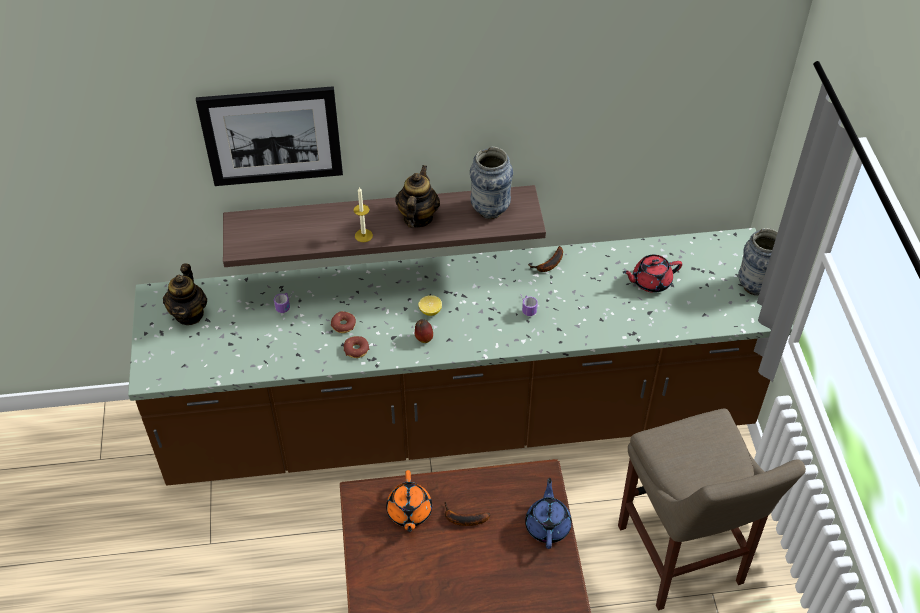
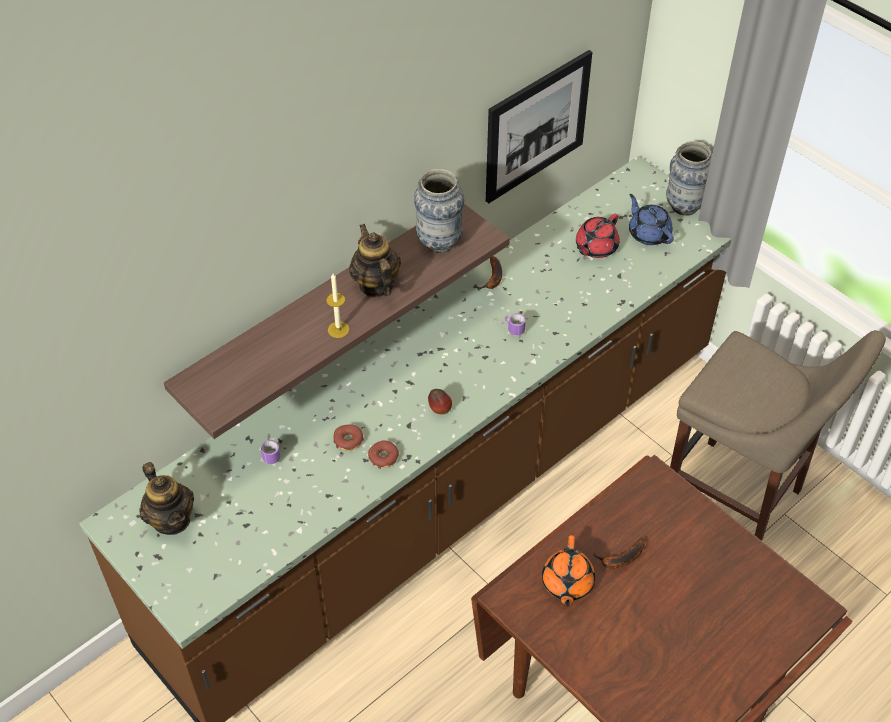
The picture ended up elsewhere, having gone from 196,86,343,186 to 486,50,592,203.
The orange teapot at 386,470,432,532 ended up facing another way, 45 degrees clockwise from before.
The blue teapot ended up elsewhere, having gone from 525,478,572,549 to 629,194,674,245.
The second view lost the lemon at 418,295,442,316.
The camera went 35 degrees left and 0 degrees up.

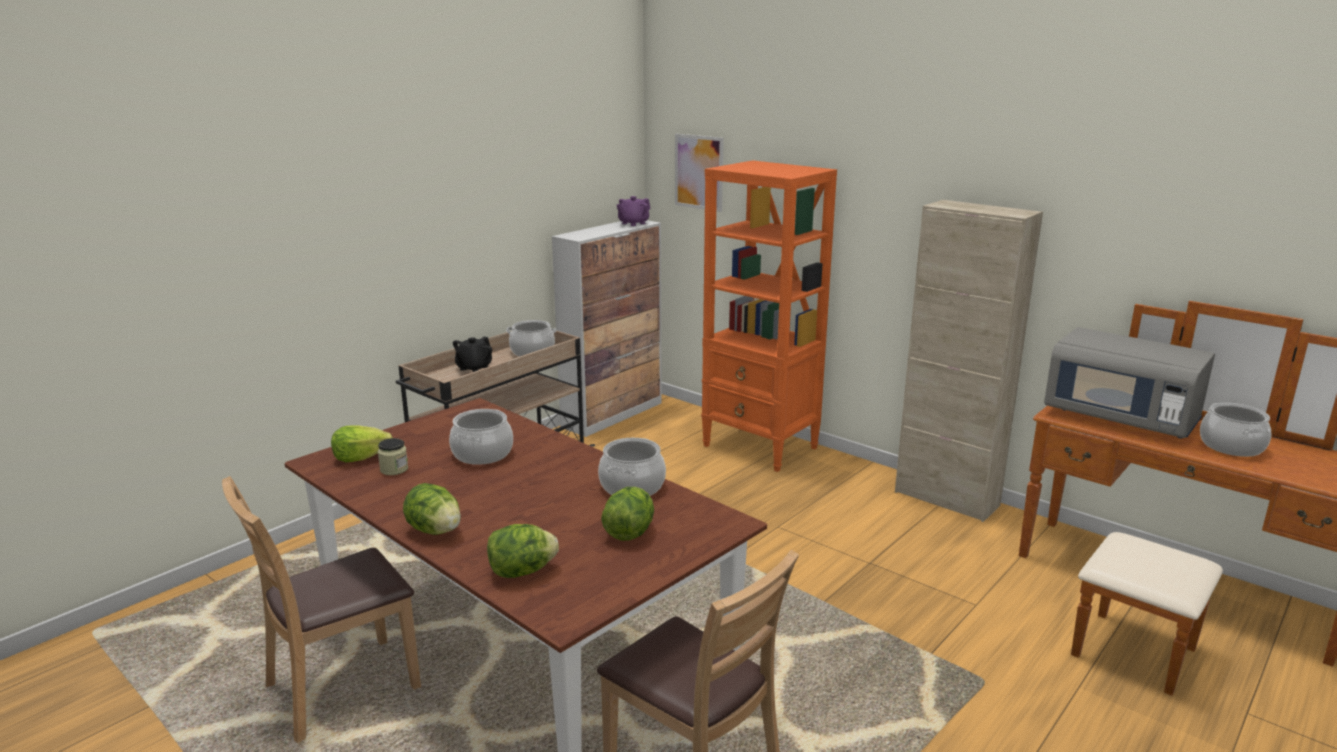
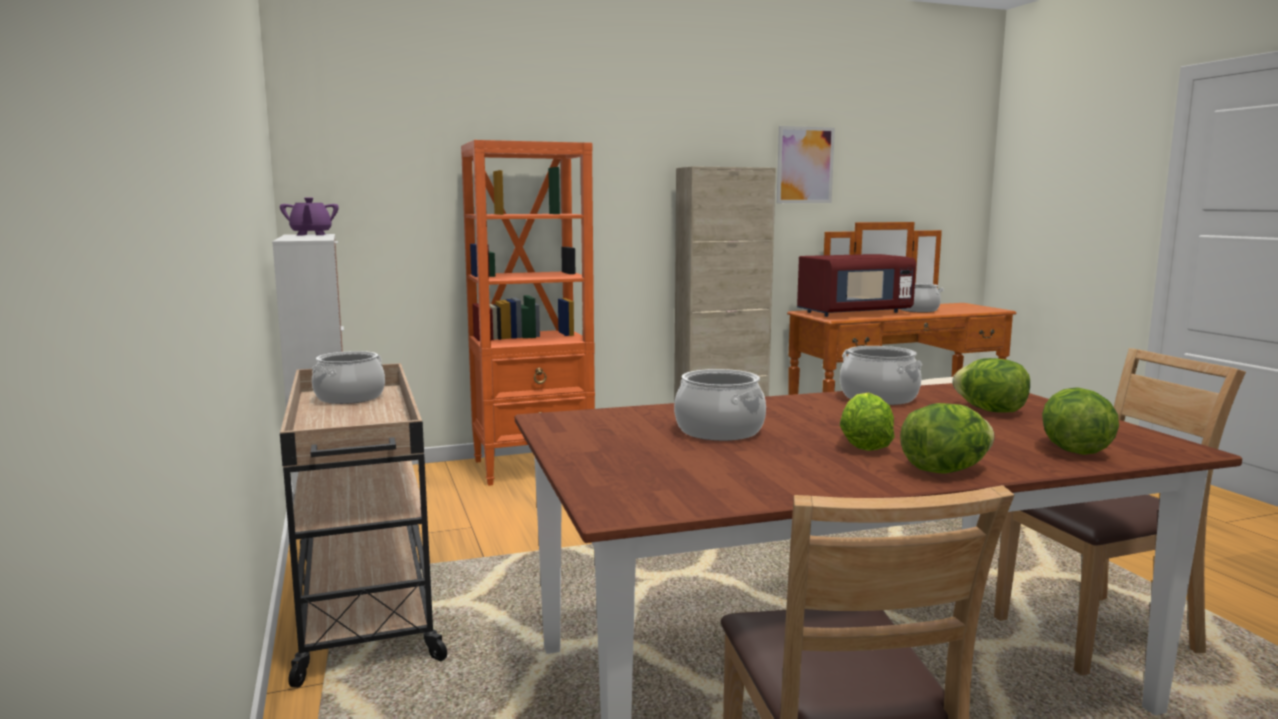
The picture ended up elsewhere, having gone from 675,134,724,212 to 777,126,835,203.
What was the grey microwave at 1044,327,1215,438 turned into the red microwave at 797,254,916,317.
The lettuce ended up elsewhere, having gone from 331,425,393,462 to 840,393,895,451.
The second view lost the jar at 378,438,408,475.
The second view lost the black teapot at 453,337,492,372.
The camera went 60 degrees left and 10 degrees down.

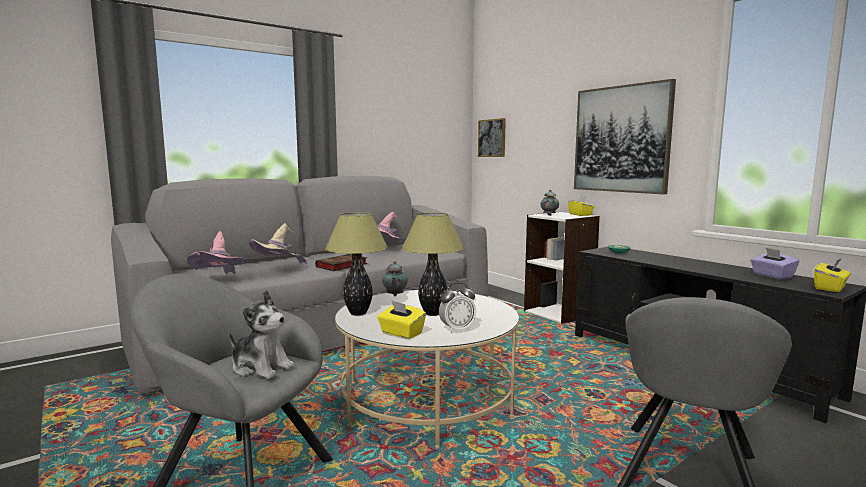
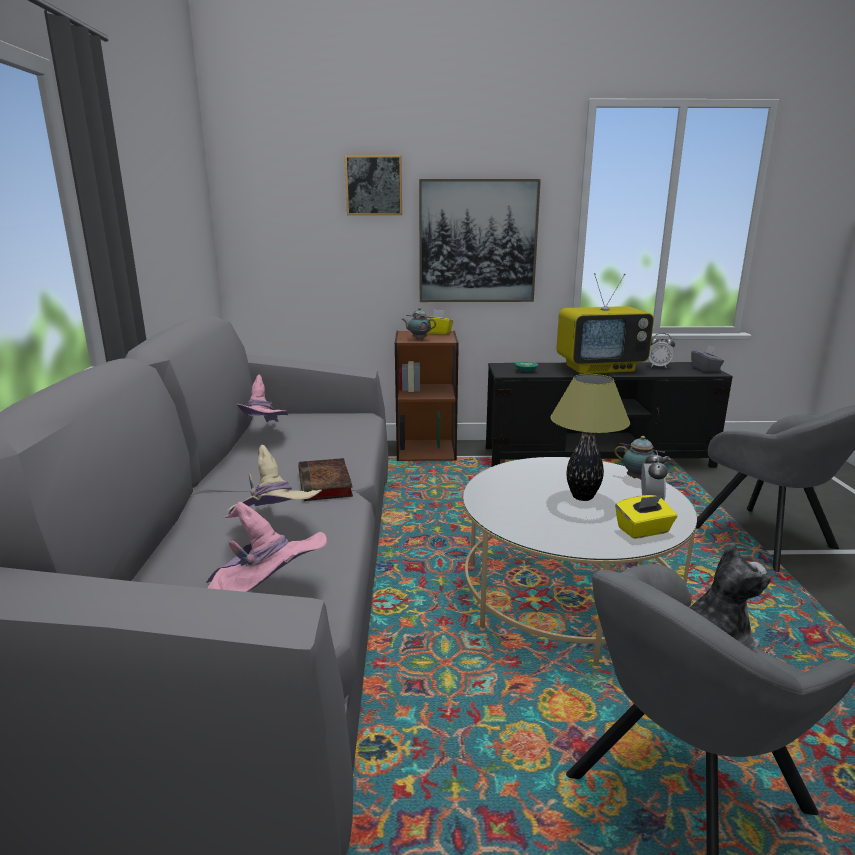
The picture ended up elsewhere, having gone from 478,118,506,157 to 345,155,402,215.
What was the white bookcase at 524,212,600,324 turned into the brown bookcase at 394,331,459,461.
The second view gained the television at 556,273,654,374.
The teapot ended up elsewhere, having gone from 383,261,408,296 to 614,436,671,480.
Where the purple tissue box stood at 750,248,799,279, the alarm clock came to stand at 648,333,675,368.
What was the yellow tissue box at 814,258,851,292 turned into the grey tissue box at 691,345,724,372.
The second view lost the table lamp at 325,212,388,316.
The camera went 55 degrees left and 10 degrees up.

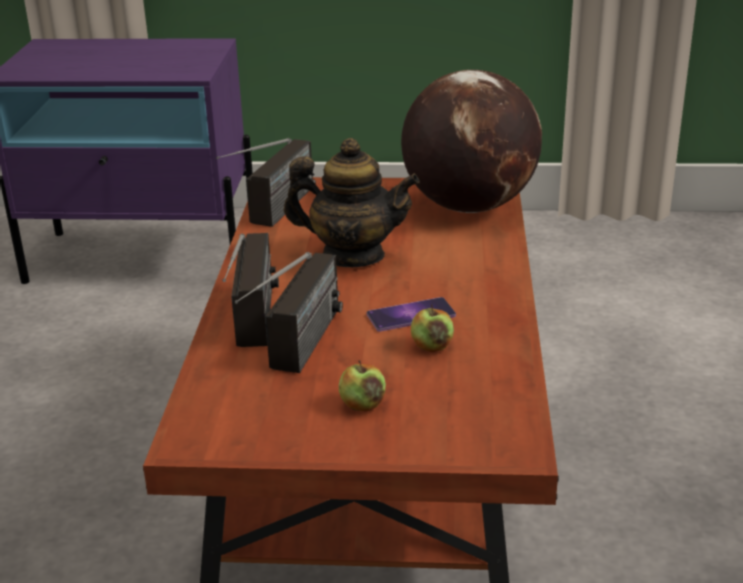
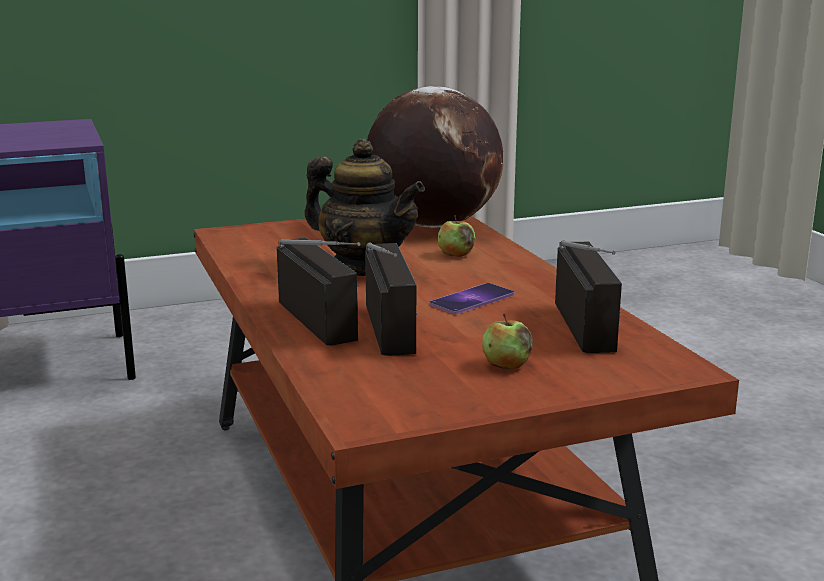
The teapot at 284,138,420,267 ended up facing another way, 45 degrees clockwise from before.
The apple ended up elsewhere, having gone from 411,304,454,352 to 438,215,475,257.
The radio ended up elsewhere, having gone from 216,138,316,227 to 555,240,622,353.
The camera went 25 degrees left and 10 degrees down.

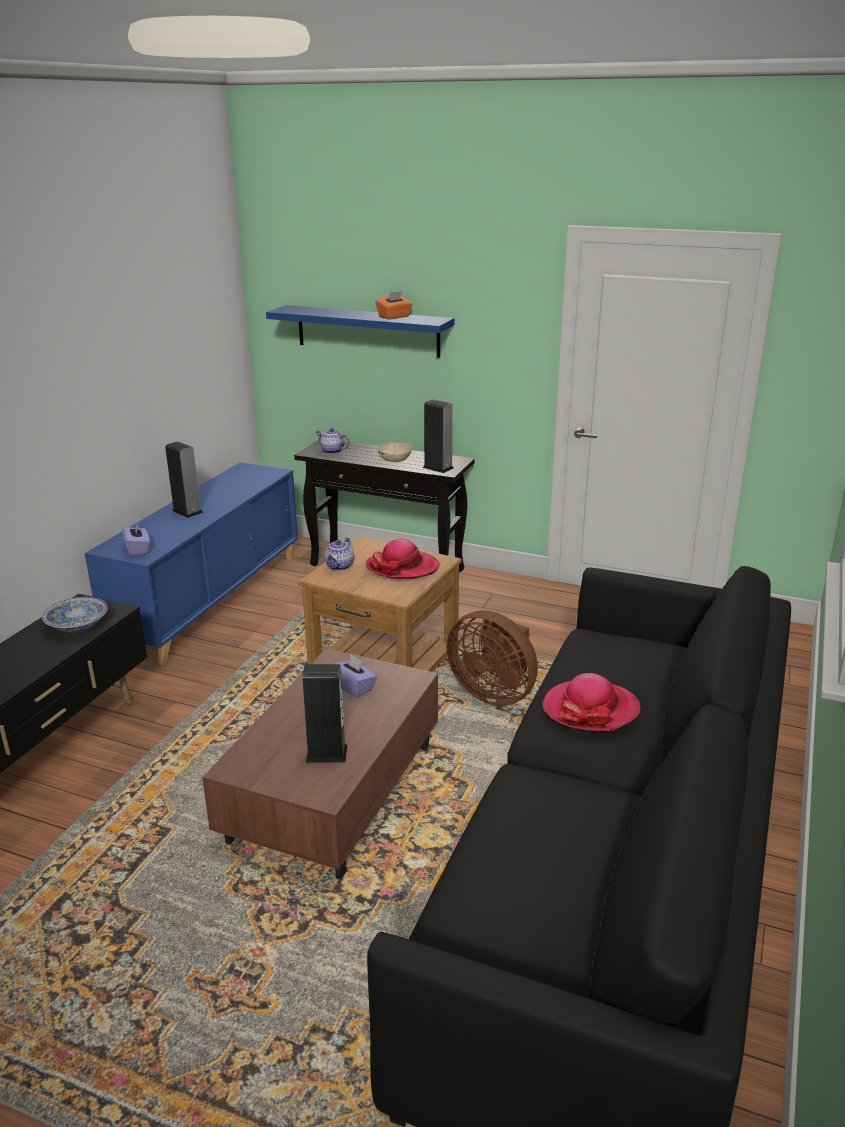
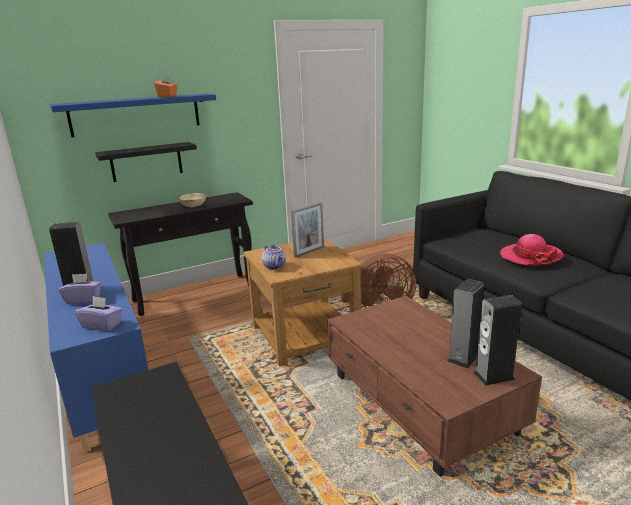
The purple tissue box ended up elsewhere, having gone from 334,654,377,698 to 58,273,102,304.
The second view gained the black shelf at 95,142,197,182.
Where the hat stood at 366,539,440,579, the picture frame came to stand at 291,202,324,258.
The speaker ended up elsewhere, having gone from 423,399,454,473 to 473,295,522,386.
The second view lost the bowl at 42,597,108,632.
The second view lost the teapot at 316,428,349,454.
The camera went 50 degrees left and 5 degrees down.

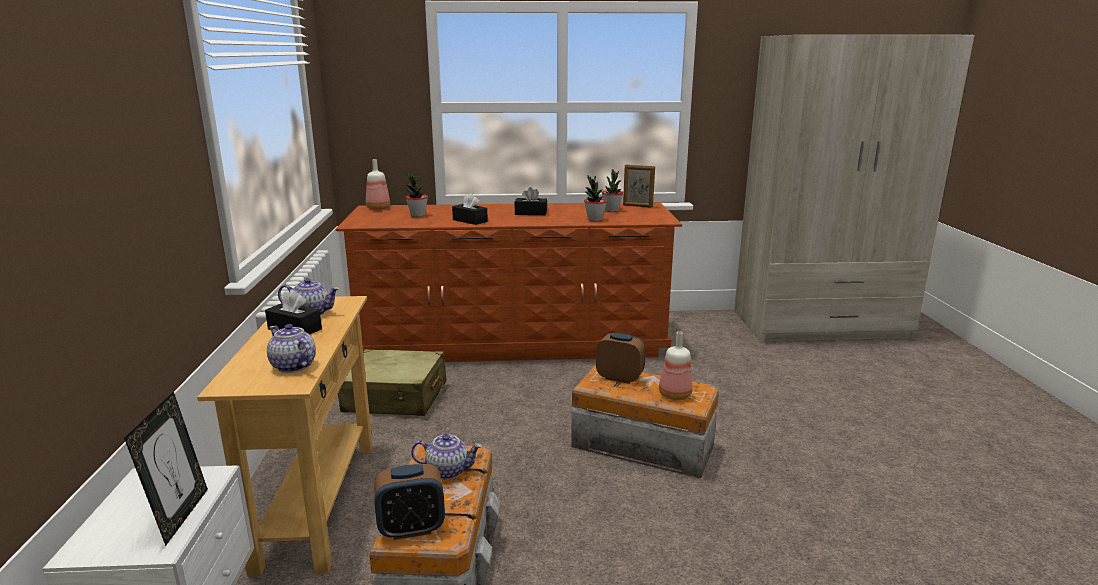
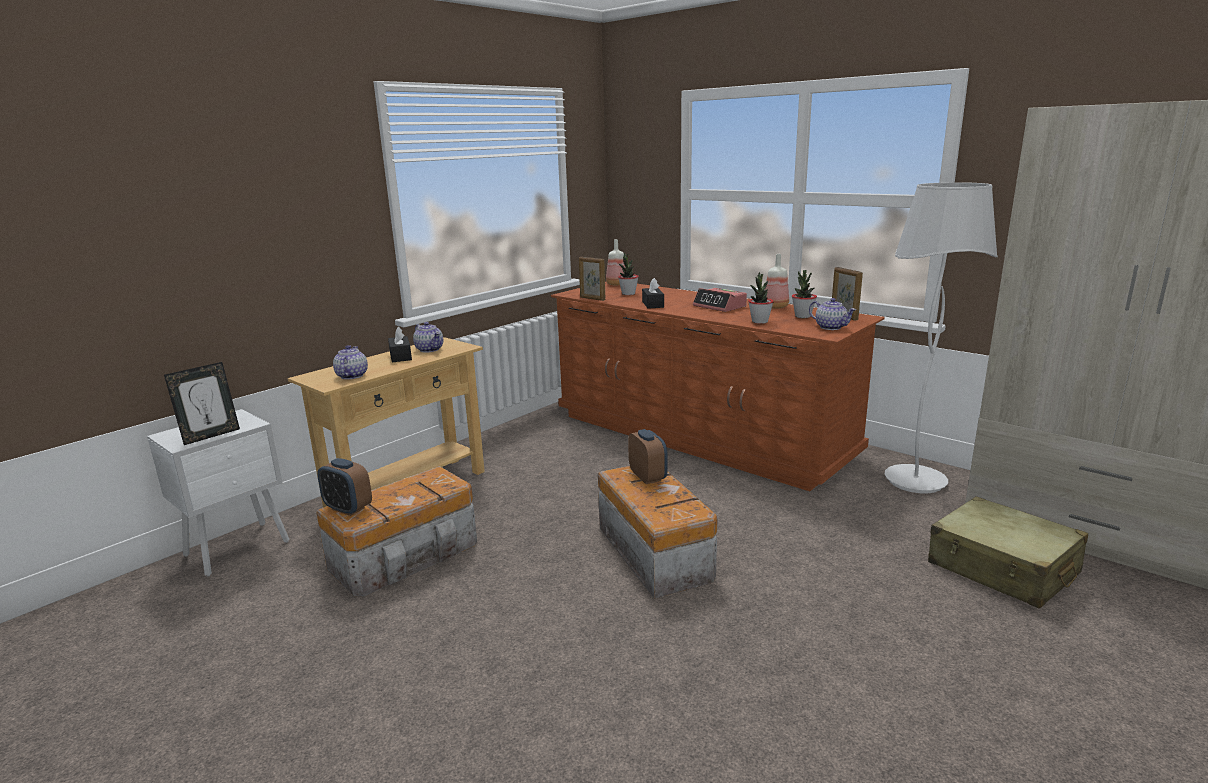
The second view gained the picture frame at 579,257,605,301.
Where the black tissue box stood at 514,187,547,215, the alarm clock came to stand at 693,288,747,312.
The bottle ended up elsewhere, having gone from 659,331,693,400 to 765,254,789,309.
The teapot ended up elsewhere, having gone from 411,434,482,479 to 809,298,856,330.
The second view gained the white floor lamp at 884,182,998,494.
The beige suitcase ended up elsewhere, having gone from 338,349,446,416 to 928,496,1088,609.
The camera went 45 degrees right and 0 degrees up.

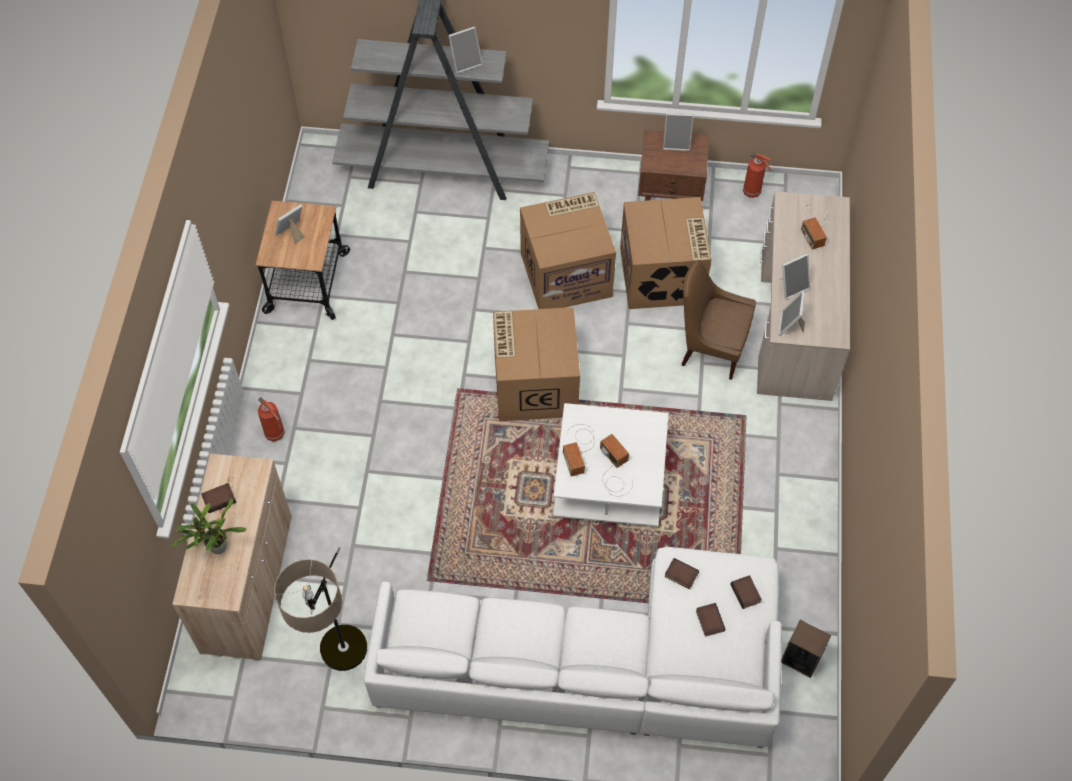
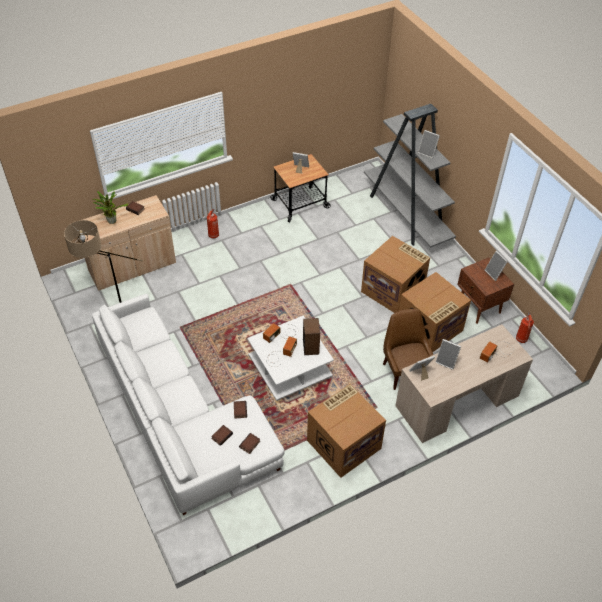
The speaker ended up elsewhere, having gone from 782,620,831,678 to 303,318,320,355.
The cardboard box ended up elsewhere, having gone from 493,307,580,421 to 307,384,386,478.
The camera went 55 degrees right and 10 degrees down.

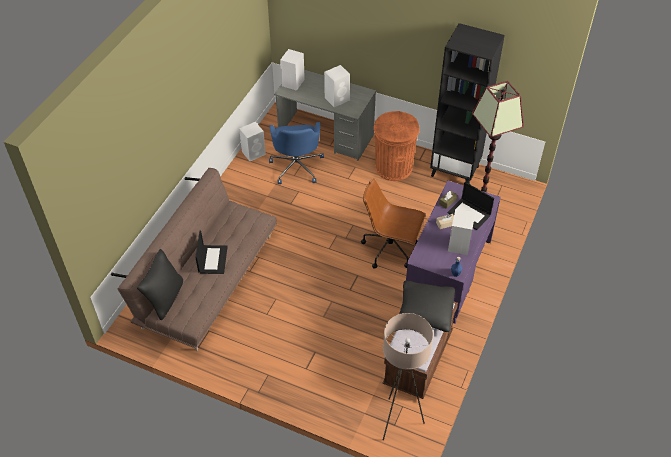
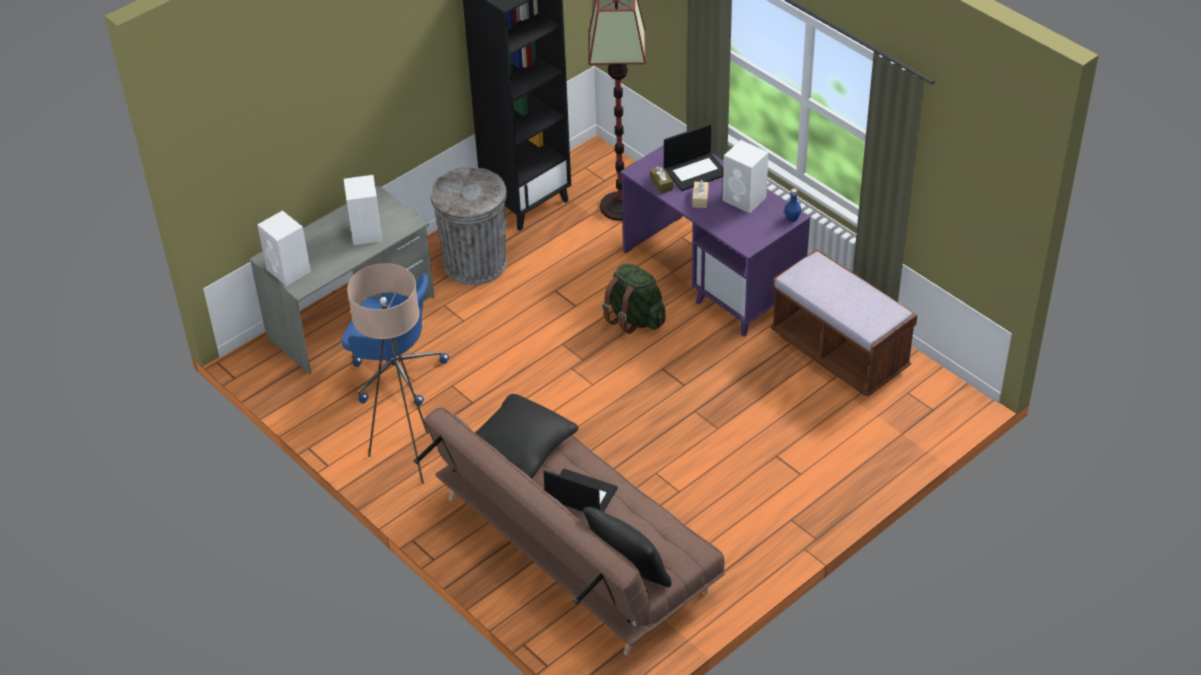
The beige floor lamp ended up elsewhere, having gone from 383,313,433,440 to 347,263,428,484.
What was the orange trash can at 374,111,420,181 turned into the grey trash can at 430,166,507,285.
The black pillow ended up elsewhere, having gone from 399,281,455,332 to 475,394,579,479.
Where the brown office chair stood at 361,178,426,269, the green backpack came to stand at 602,263,666,334.
The second view lost the white speaker at 239,122,266,161.
The camera went 65 degrees left and 5 degrees down.

